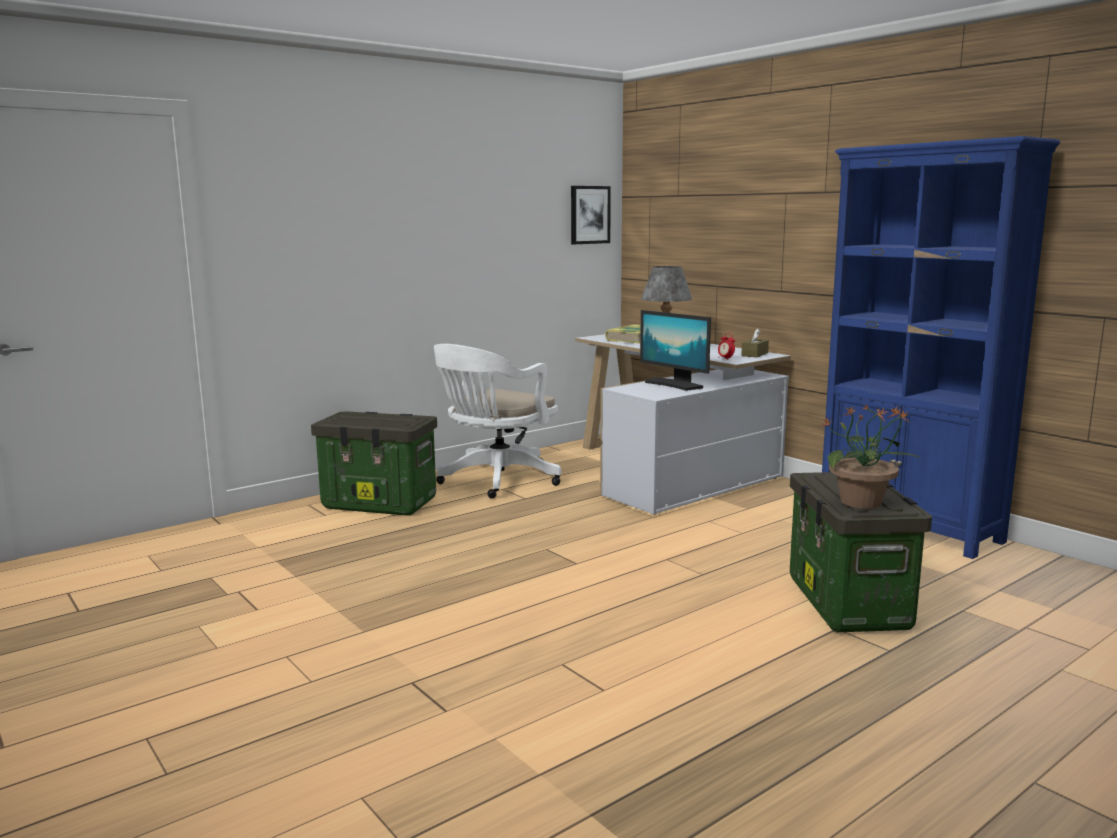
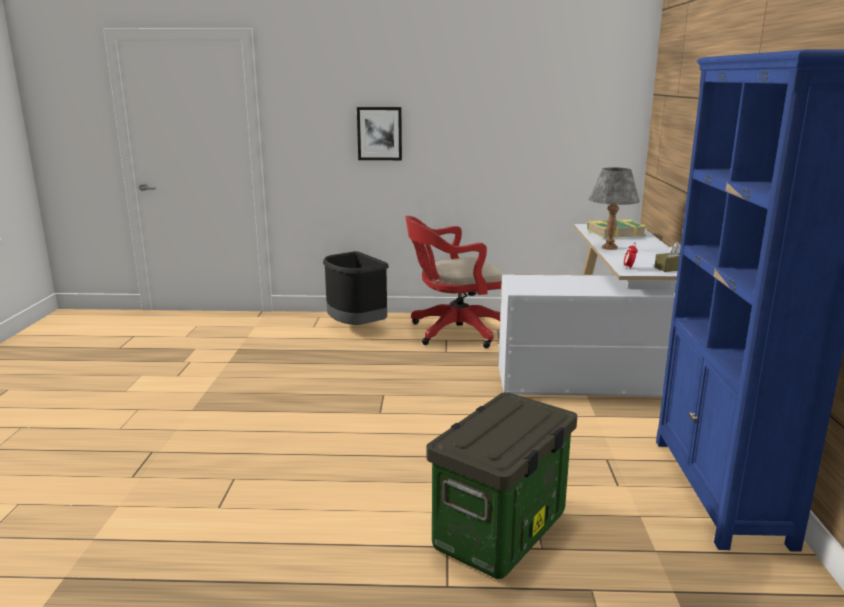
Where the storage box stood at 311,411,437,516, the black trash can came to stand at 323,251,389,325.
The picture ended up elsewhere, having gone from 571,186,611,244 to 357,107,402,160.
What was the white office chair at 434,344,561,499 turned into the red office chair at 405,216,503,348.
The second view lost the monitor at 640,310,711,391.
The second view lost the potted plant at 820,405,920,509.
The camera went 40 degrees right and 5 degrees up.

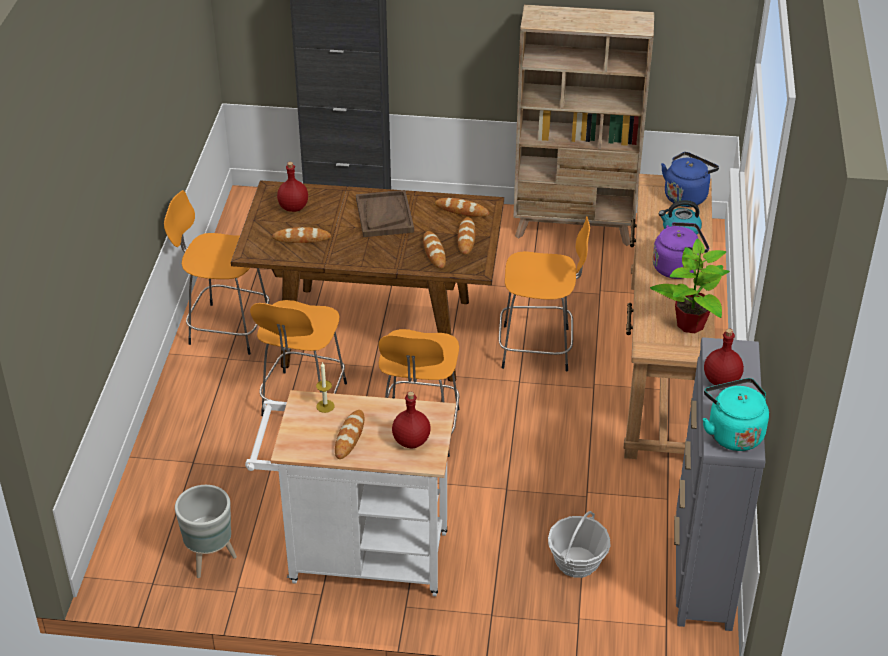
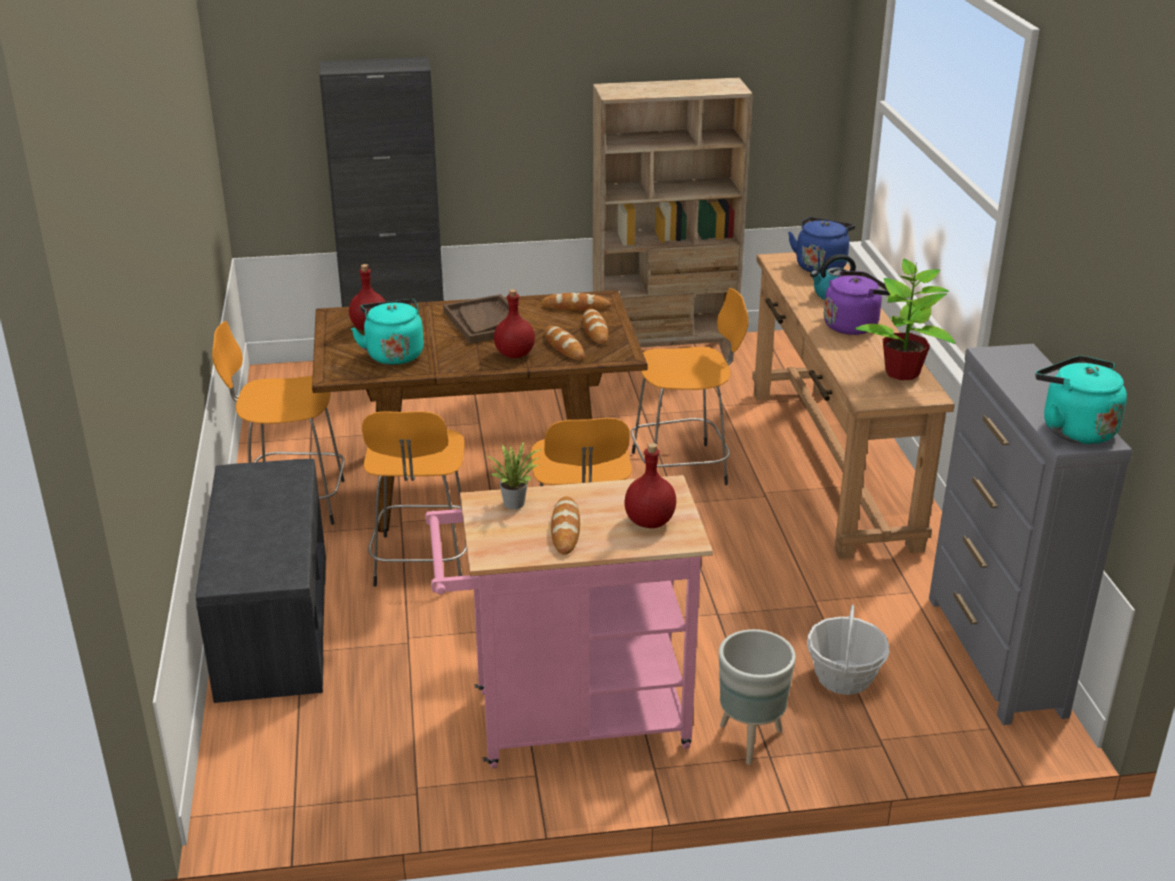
The second view gained the grey bench at 196,459,326,703.
Where the bread stood at 272,227,331,243, the turquoise kettle came to stand at 351,299,424,365.
What was the white cart at 245,390,456,596 turned into the pink cart at 425,475,713,769.
Where the candle stood at 316,362,335,413, the potted plant came to stand at 486,441,542,509.
The red bottle ended up elsewhere, having gone from 704,328,744,385 to 494,289,535,358.
The grey planter ended up elsewhere, having gone from 175,485,237,578 to 719,629,796,765.
The camera went 15 degrees left and 10 degrees down.

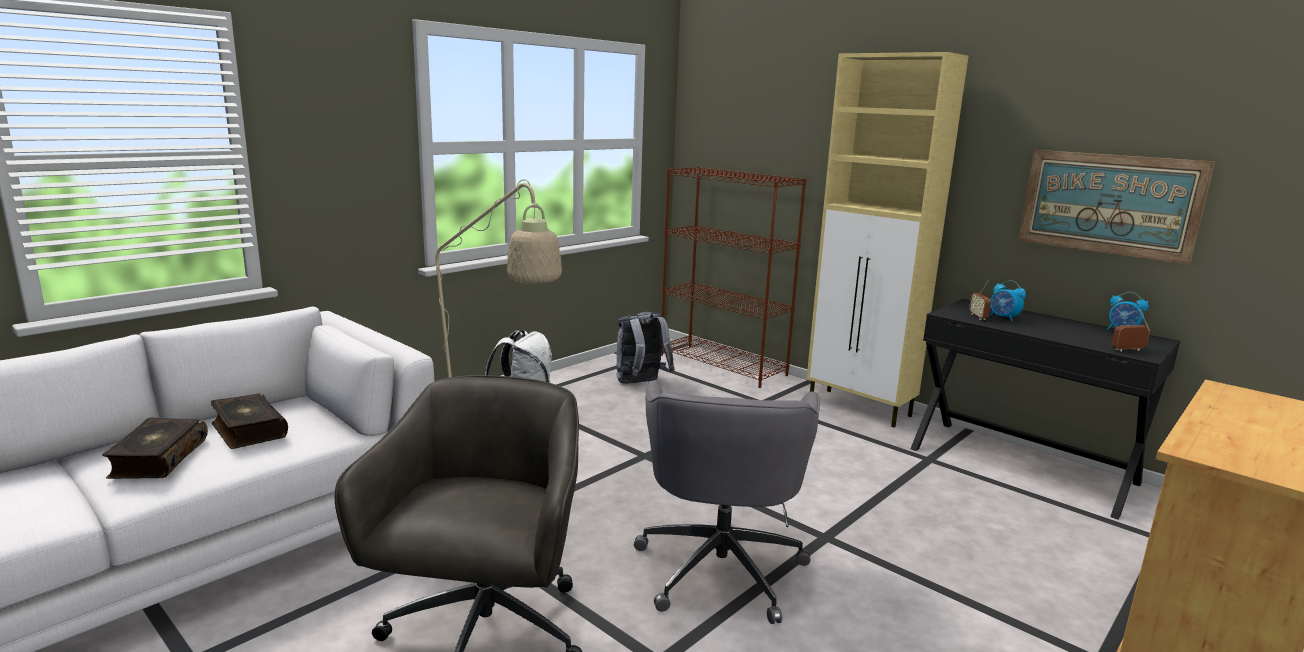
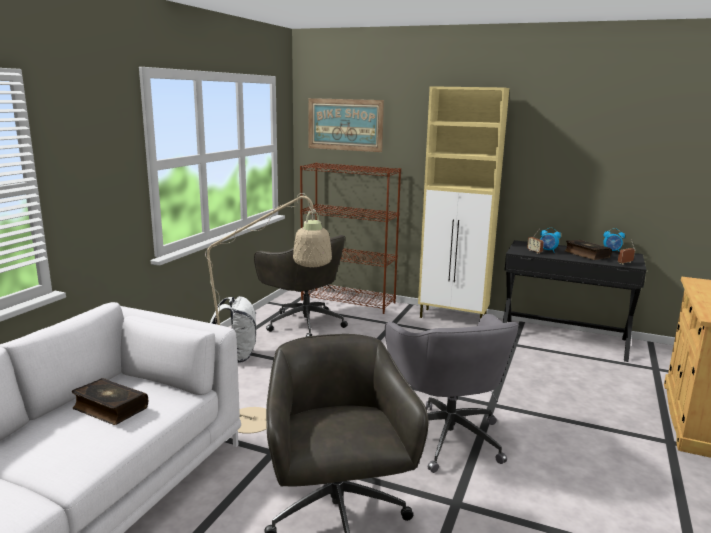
Where the grey backpack stood at 616,312,675,384, the grey office chair came to stand at 254,235,348,337.
The picture ended up elsewhere, having gone from 1019,150,1215,264 to 308,98,384,152.
The book ended up elsewhere, having gone from 102,418,208,479 to 564,240,612,260.
The camera went 20 degrees left and 0 degrees up.

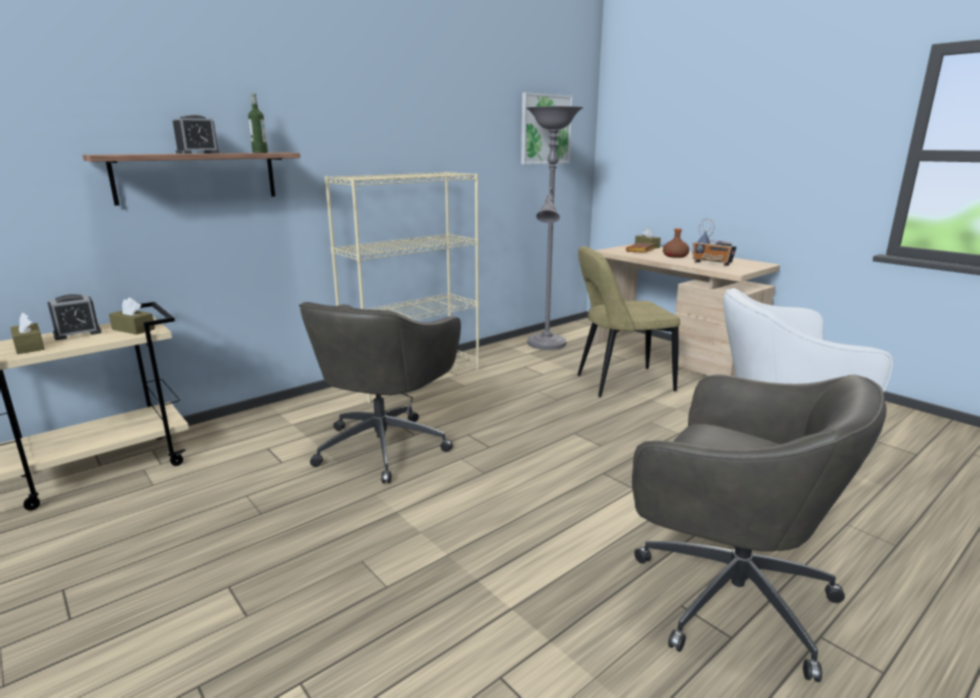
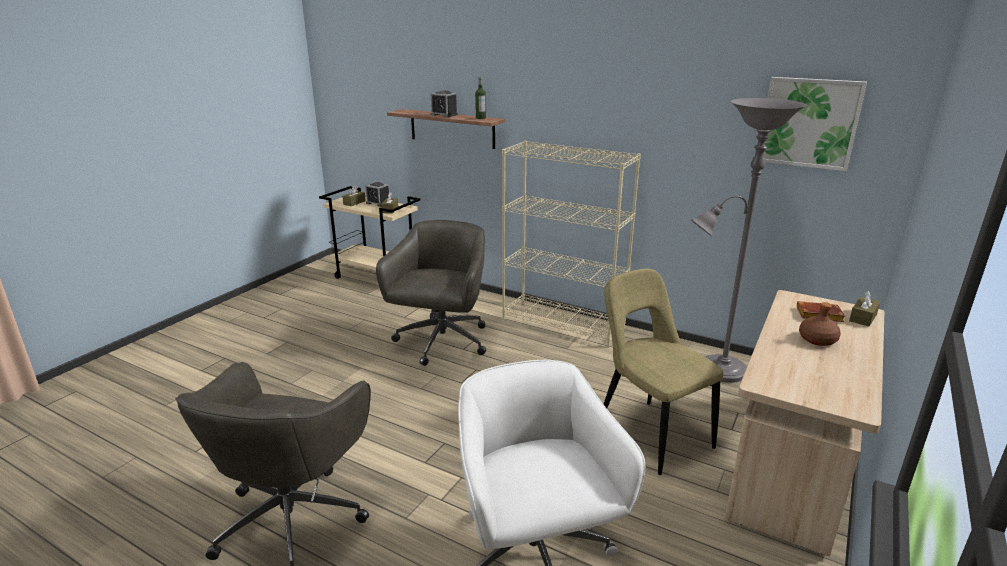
The grey office chair at 299,302,461,483 ended up facing another way, 105 degrees clockwise from before.
The second view lost the radio at 692,219,737,266.
The camera went 70 degrees right and 5 degrees up.

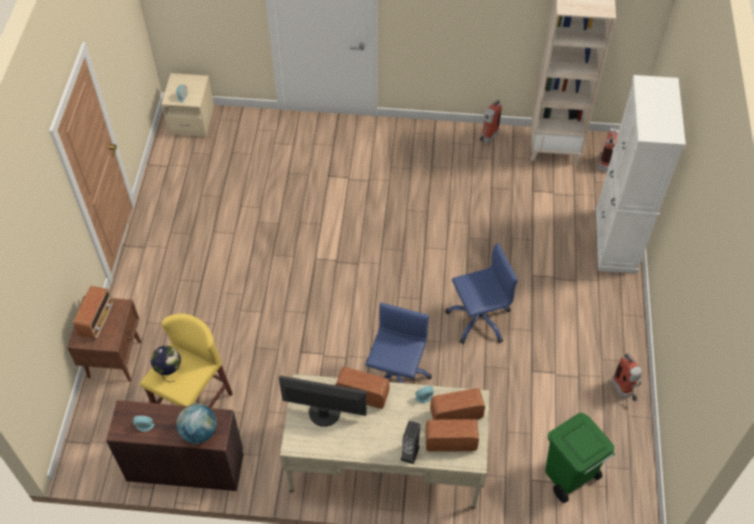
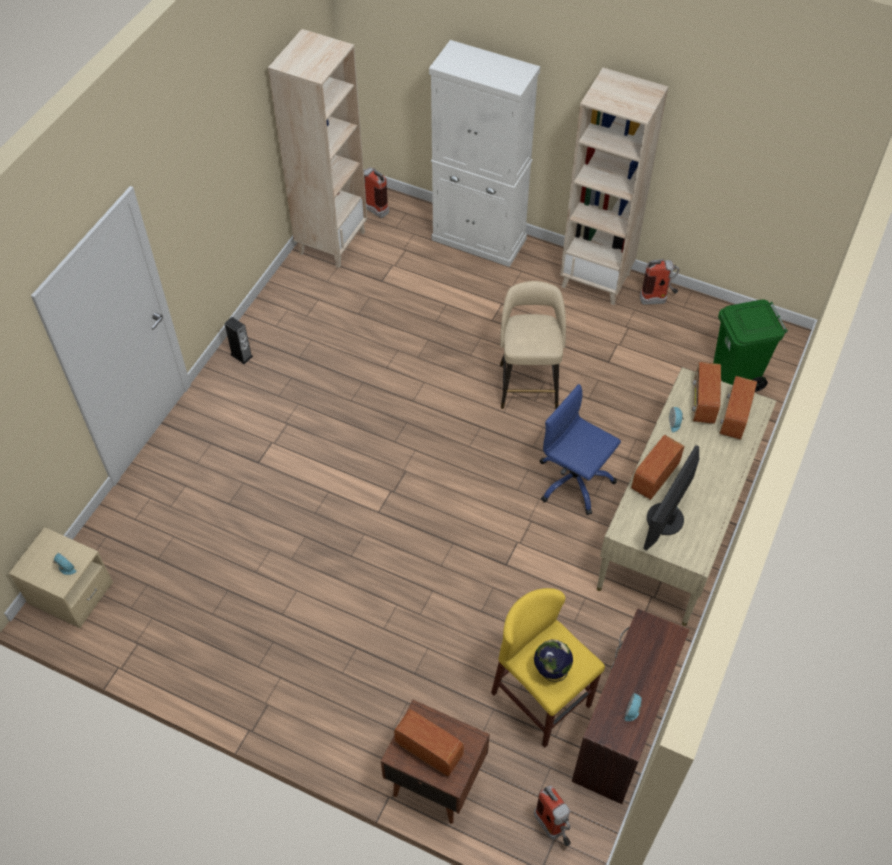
The speaker ended up elsewhere, having gone from 401,421,420,464 to 225,317,253,364.
Where the blue office chair stood at 445,243,518,344, the beige stool came to stand at 500,281,566,409.
The fire extinguisher ended up elsewhere, having gone from 479,99,502,143 to 534,785,571,846.
The second view gained the beige bookcase at 560,68,668,305.
The second view lost the globe at 177,404,217,444.
The camera went 70 degrees left and 0 degrees up.

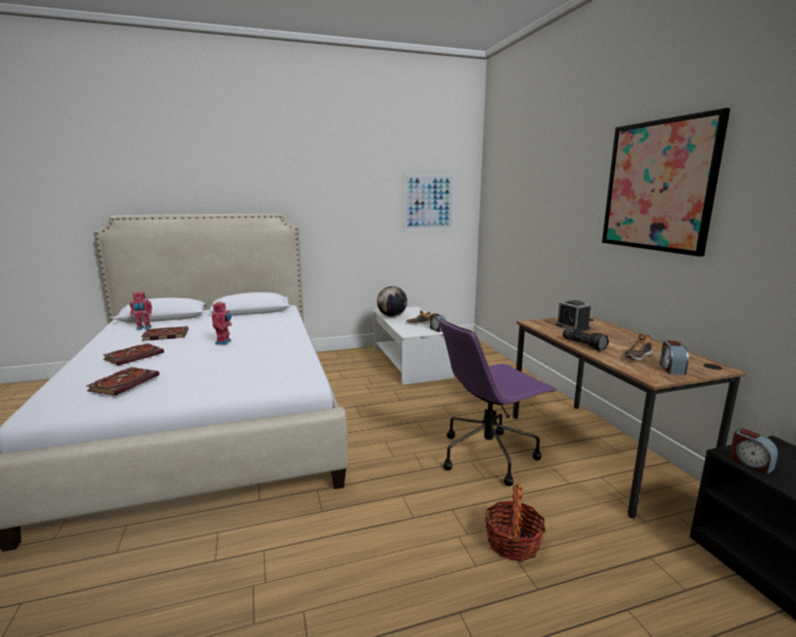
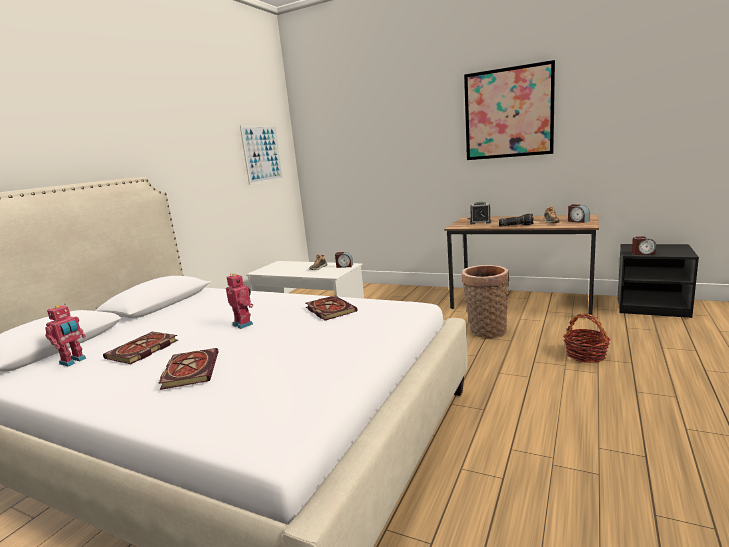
The book ended up elsewhere, having gone from 87,367,159,396 to 306,296,358,321.
Where the purple office chair stood at 439,318,557,486, the basket came to stand at 462,265,509,338.
The second view lost the globe at 377,286,407,317.
The camera went 45 degrees left and 0 degrees up.

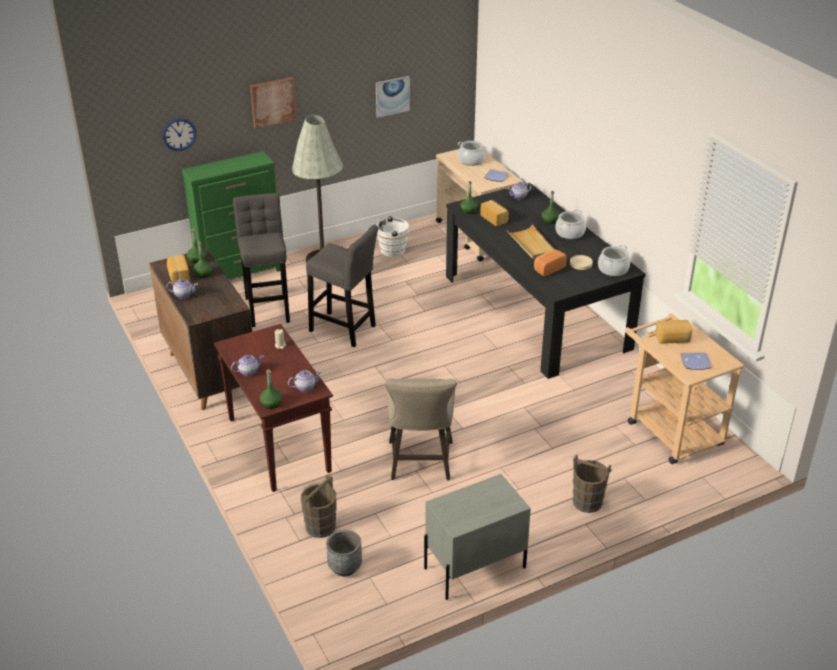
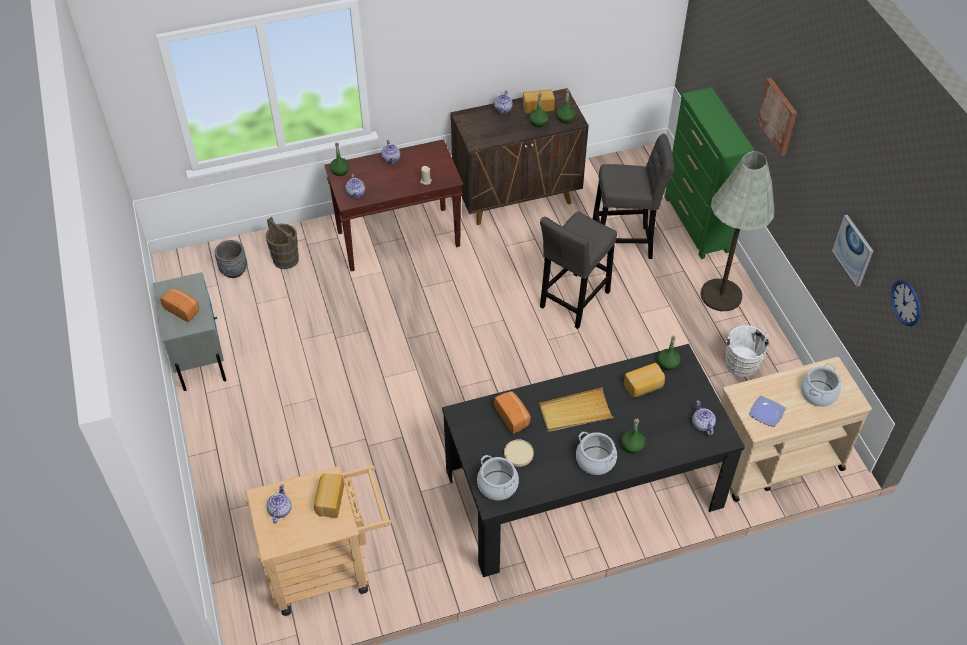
The second view gained the bread at 160,288,199,322.
Where the plate stood at 681,352,711,370, the teapot came to stand at 267,484,291,523.
The wall clock ended up elsewhere, having gone from 163,119,196,151 to 891,280,920,326.
The second view lost the beige stool at 384,378,457,480.
The second view lost the brown bucket at 573,455,612,513.
The camera went 100 degrees right and 15 degrees up.

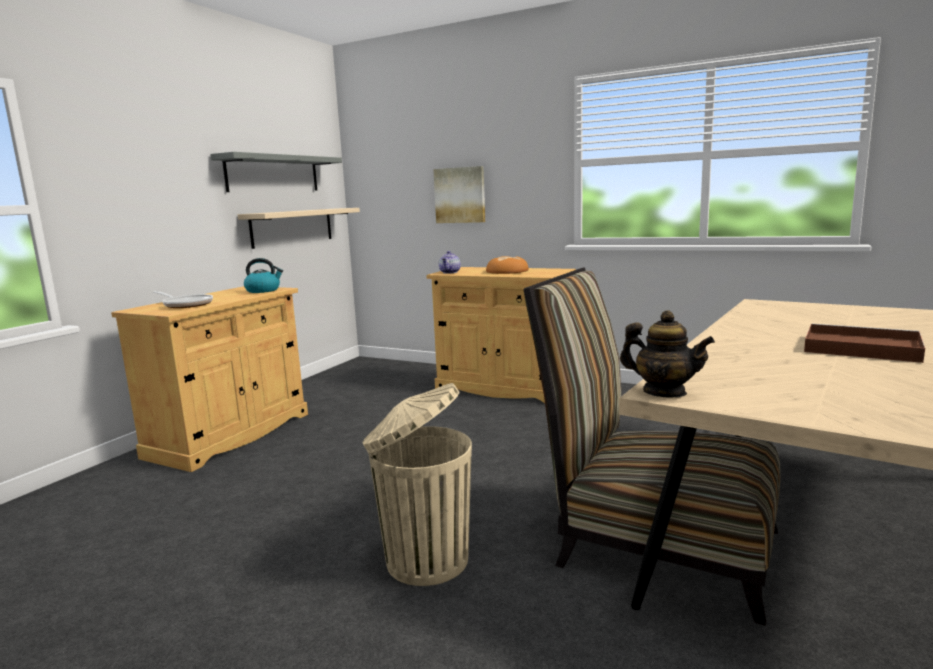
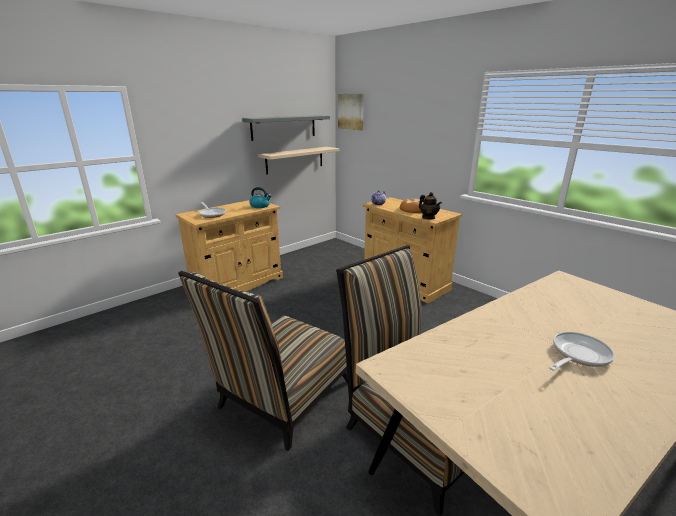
Where the beige trash can stood at 363,383,472,586, the chair came to stand at 178,271,348,451.
The picture ended up elsewhere, having gone from 433,166,485,223 to 338,94,364,130.
The teapot ended up elsewhere, having gone from 620,311,715,397 to 419,192,442,220.
Where the brown tray stood at 804,324,925,363, the frying pan came to stand at 549,332,615,371.
The camera went 20 degrees right and 10 degrees up.

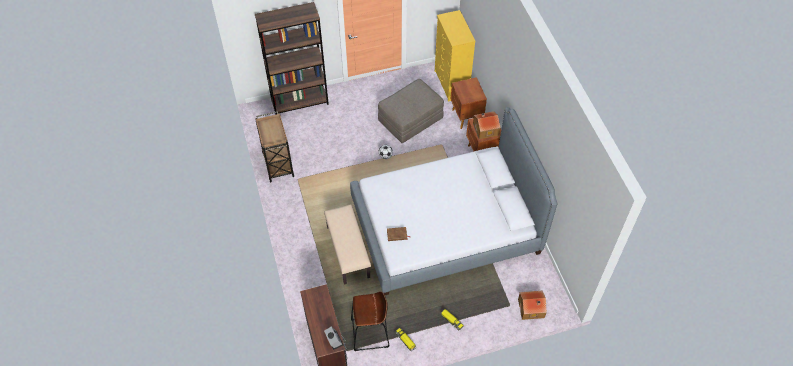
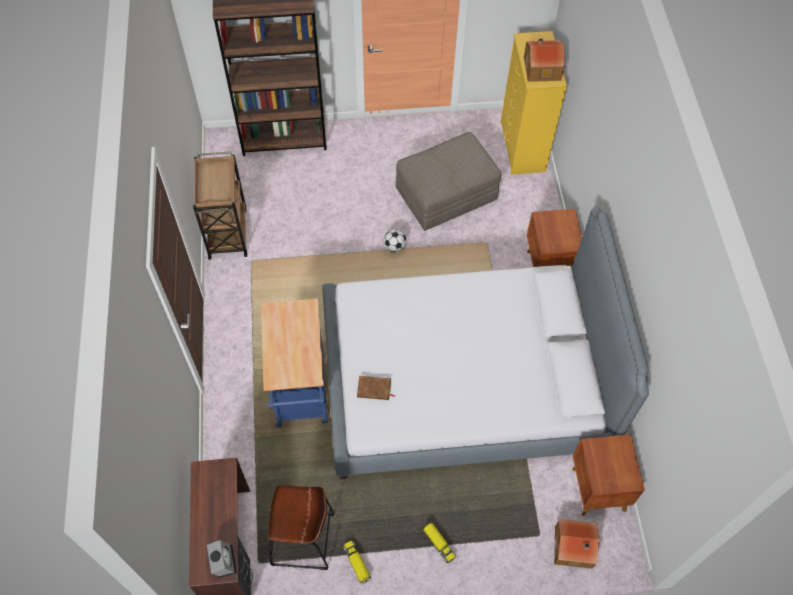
Where the beige bench stood at 324,204,371,285, the blue cart came to stand at 261,298,328,429.
The toy house ended up elsewhere, having gone from 473,111,501,139 to 524,38,565,82.
The brown nightstand ended up elsewhere, having gone from 451,77,487,129 to 572,434,645,516.
The camera went 10 degrees right and 5 degrees up.

